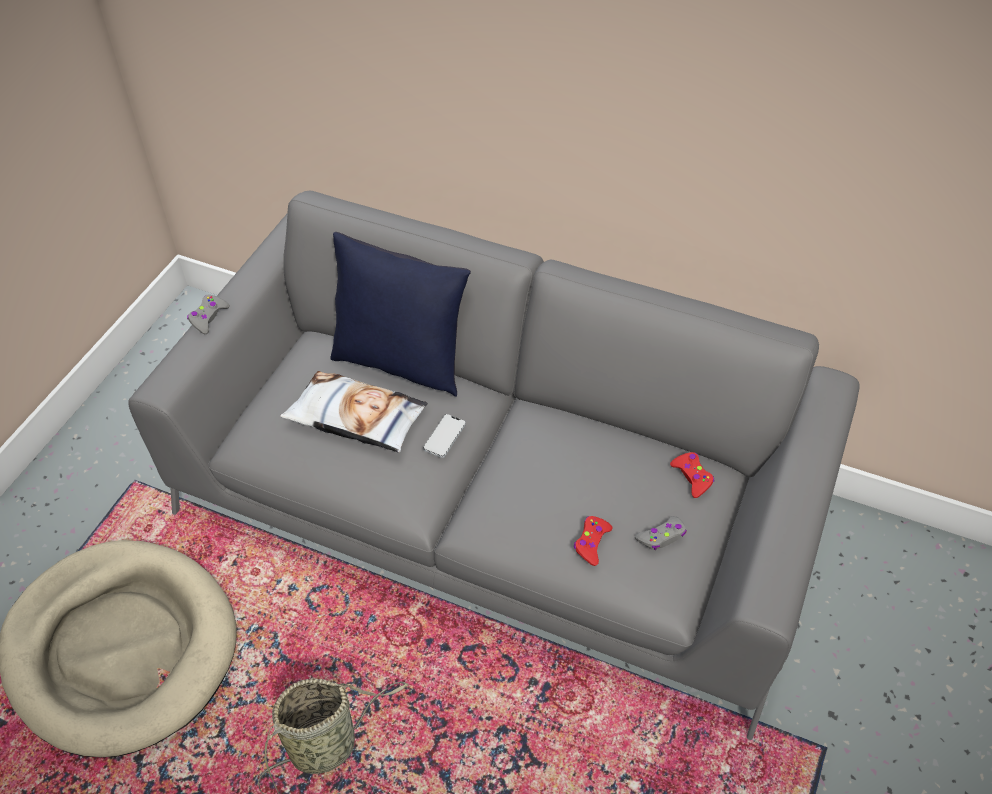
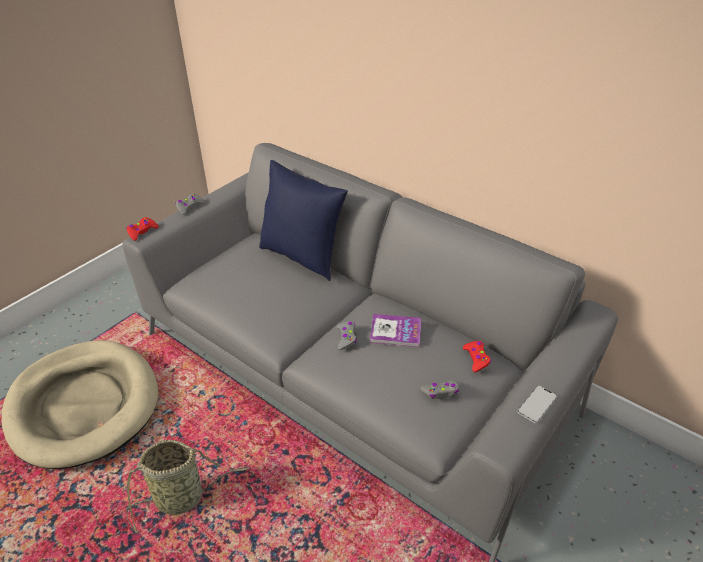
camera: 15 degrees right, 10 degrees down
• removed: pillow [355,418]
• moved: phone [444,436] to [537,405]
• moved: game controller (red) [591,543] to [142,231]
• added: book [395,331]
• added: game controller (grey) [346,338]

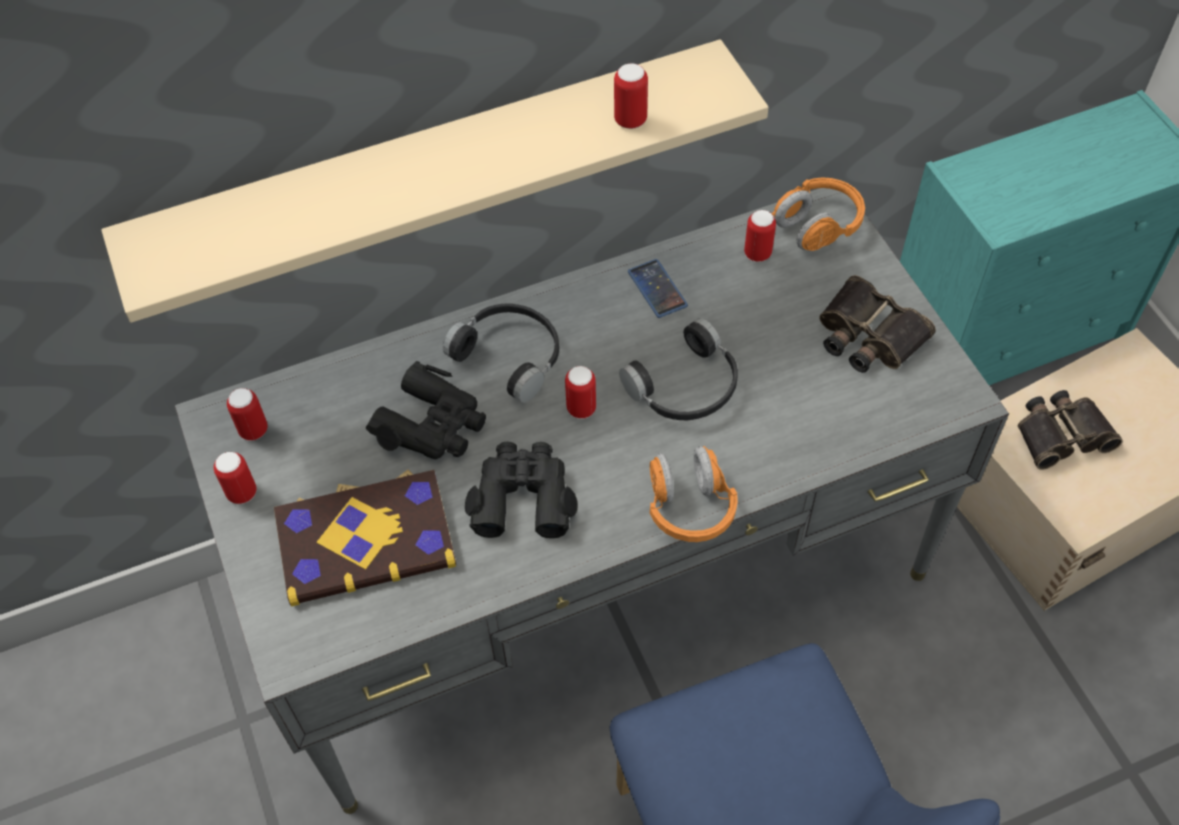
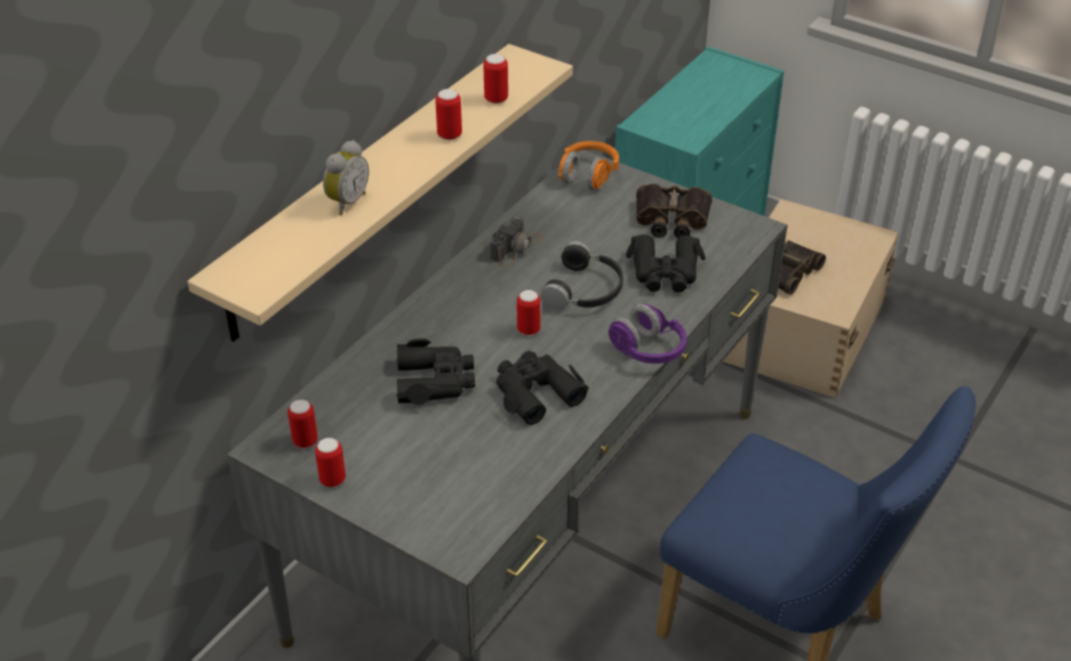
camera: 35 degrees left, 15 degrees down
• moved: can [757,253] to [449,135]
• replaced: phone [657,289] to photo camera [517,247]
• removed: headphones (black) [511,355]
• recoloured: headphones (orange) [689,507] to headphones (purple) [647,350]
• removed: book [365,538]
• added: alarm clock [346,202]
• added: binoculars (black) [665,272]

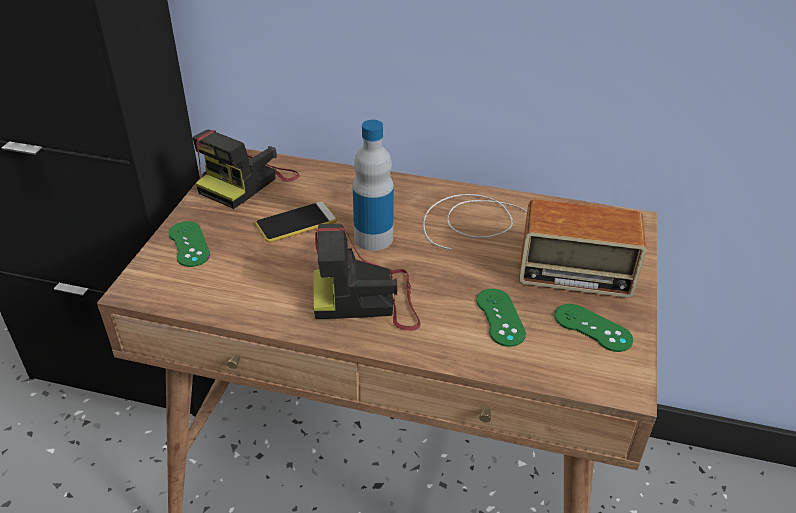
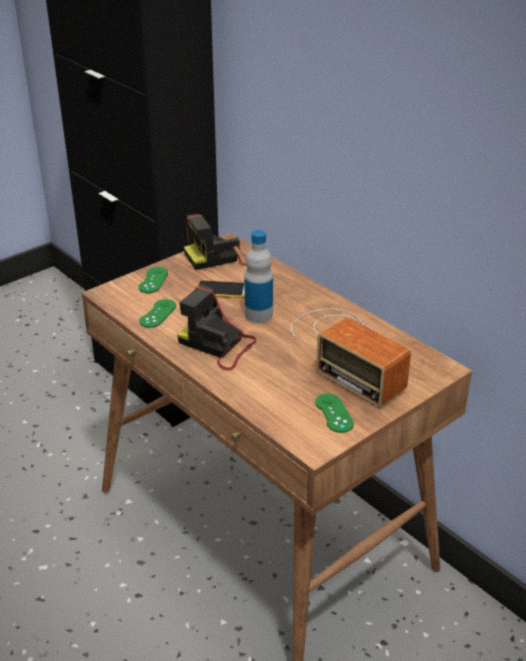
camera: 35 degrees right, 5 degrees down
• moved: game controller (green) [500,317] to [158,314]

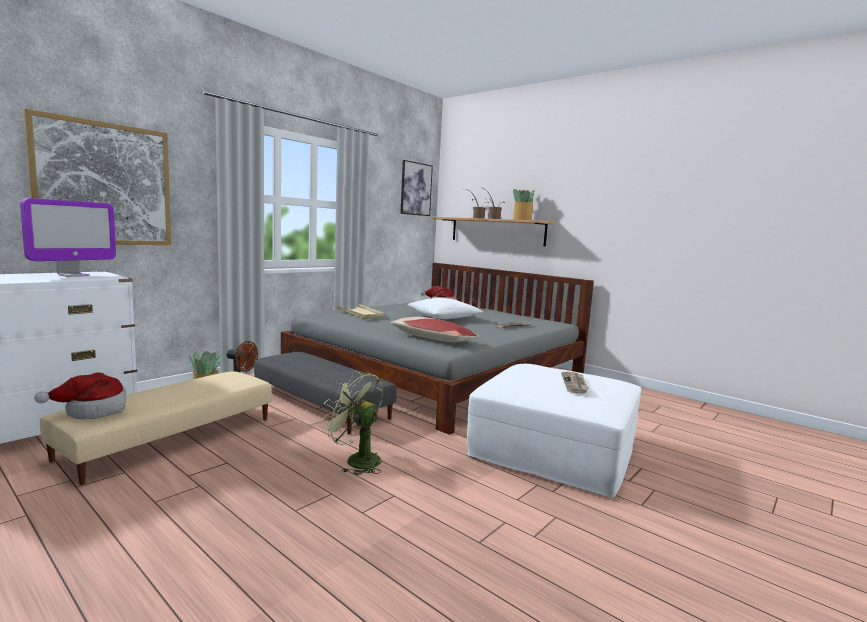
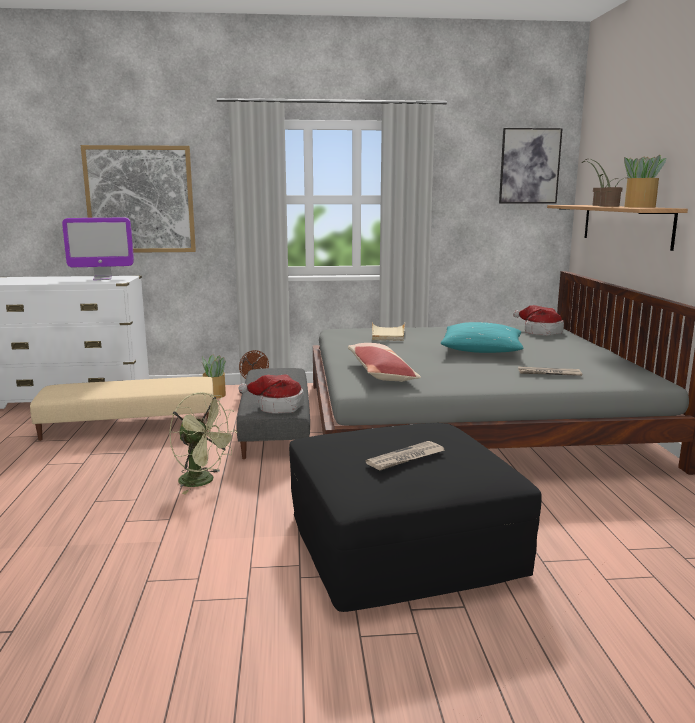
camera: 45 degrees right, 5 degrees up
• recoloured: pillow (white) [444,318] to pillow (turquoise) [481,350]
• recoloured: ottoman (white) [554,449] to ottoman (black) [403,542]
• turned: fan (green) [356,460] = [203,481] 135 degrees clockwise
• moved: hat [93,411] to [277,407]

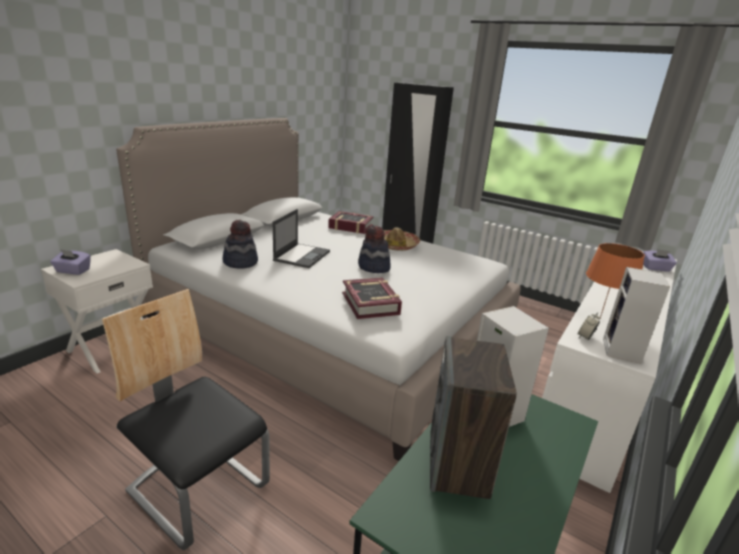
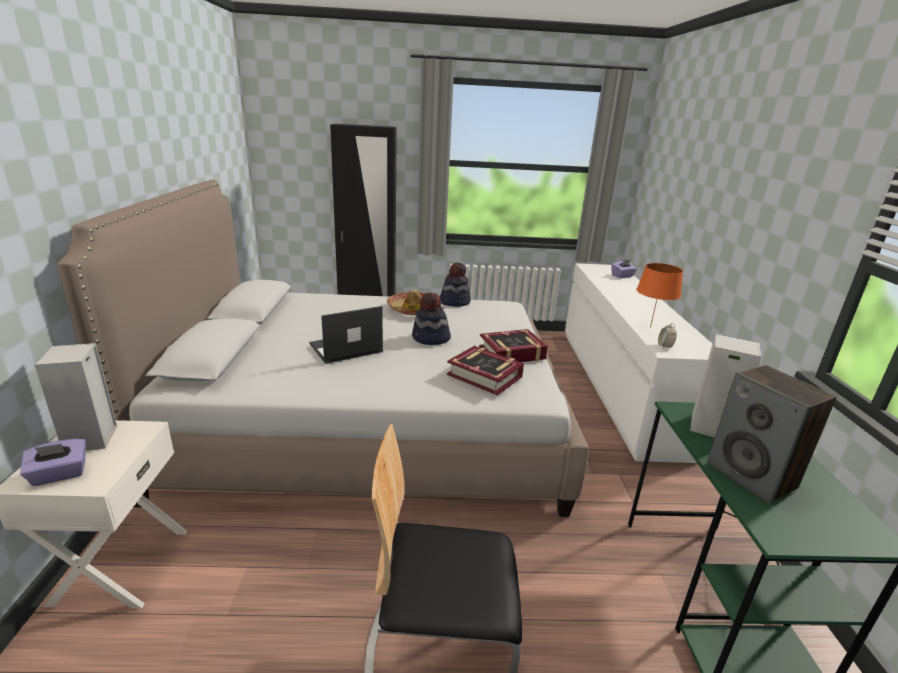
camera: 35 degrees left, 0 degrees up
• turned: laptop [302,255] = [345,348] 105 degrees counterclockwise
• moved: book [350,227] to [512,353]
• moved: hat [240,262] to [454,302]
• moved: speaker [622,351] to [91,440]

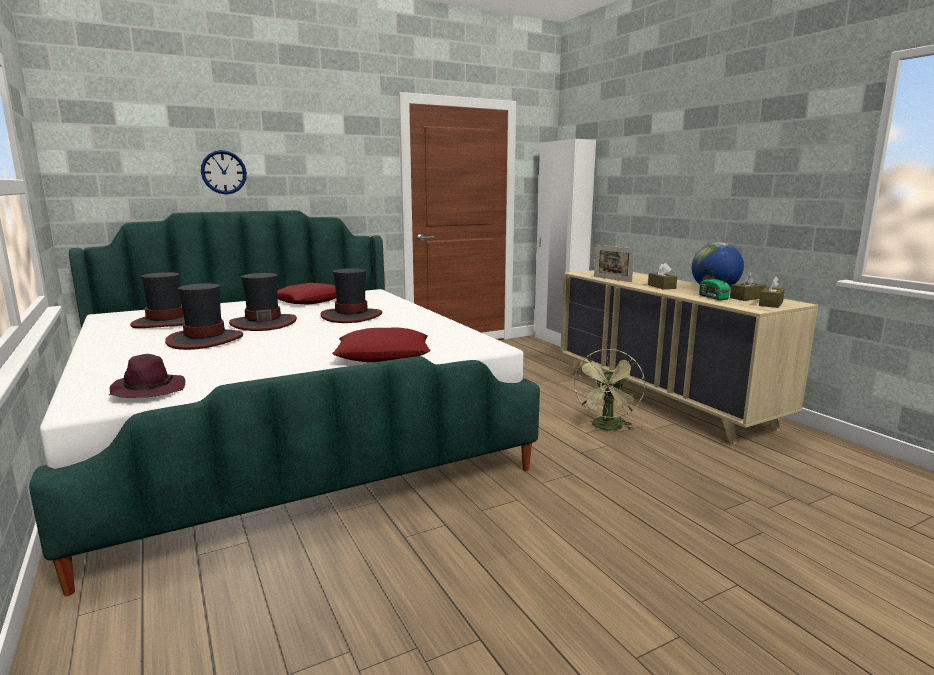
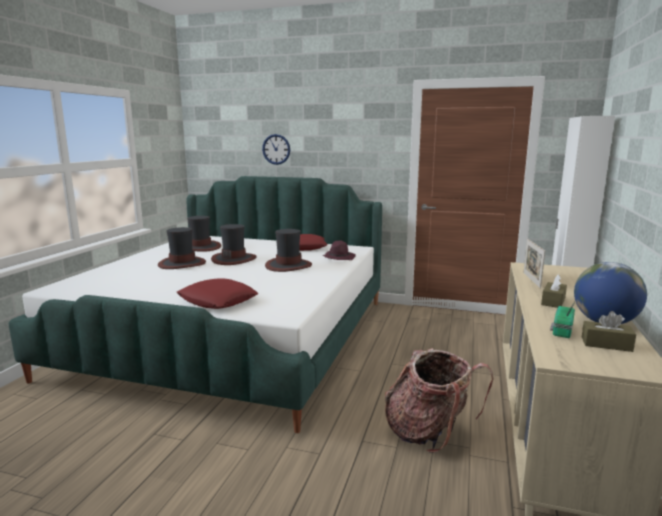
camera: 45 degrees right, 0 degrees up
• removed: tissue box (brown) [770,304]
• replaced: fan (green) [607,428] to backpack [429,432]
• moved: hat (purple) [147,391] to [339,257]

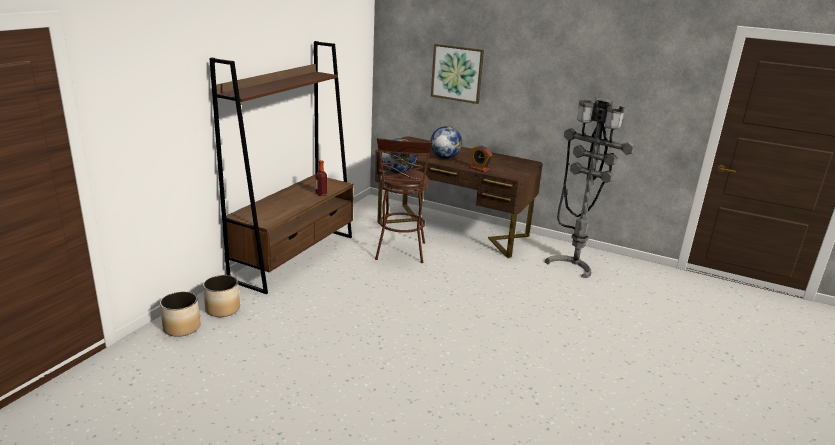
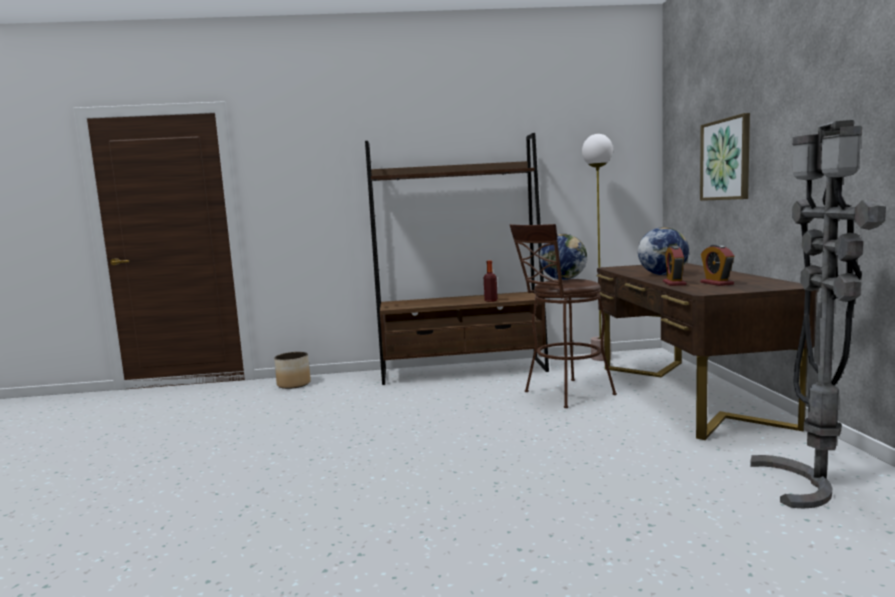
camera: 60 degrees right, 15 degrees down
• removed: planter [223,309]
• added: floor lamp [601,358]
• added: alarm clock [716,283]

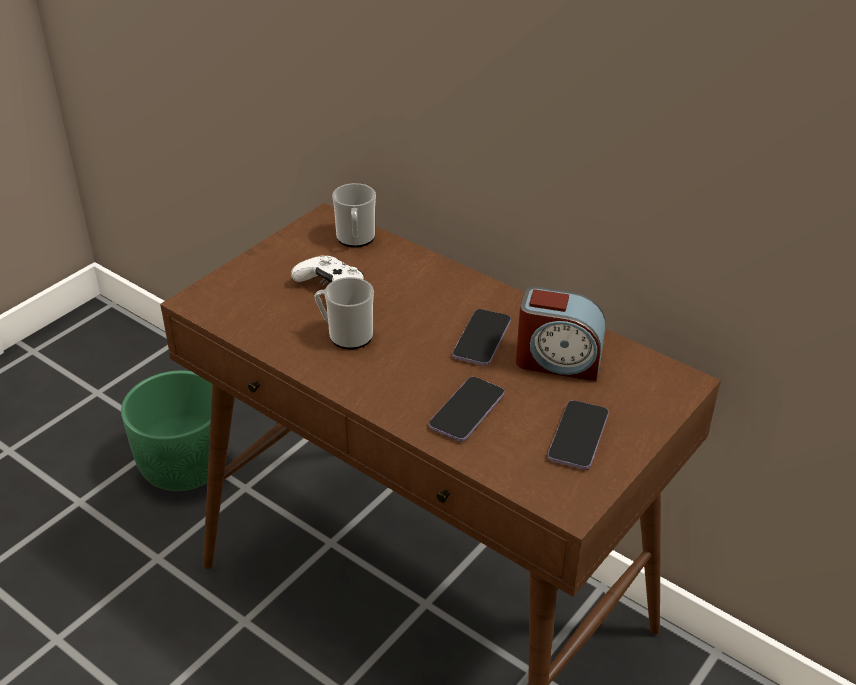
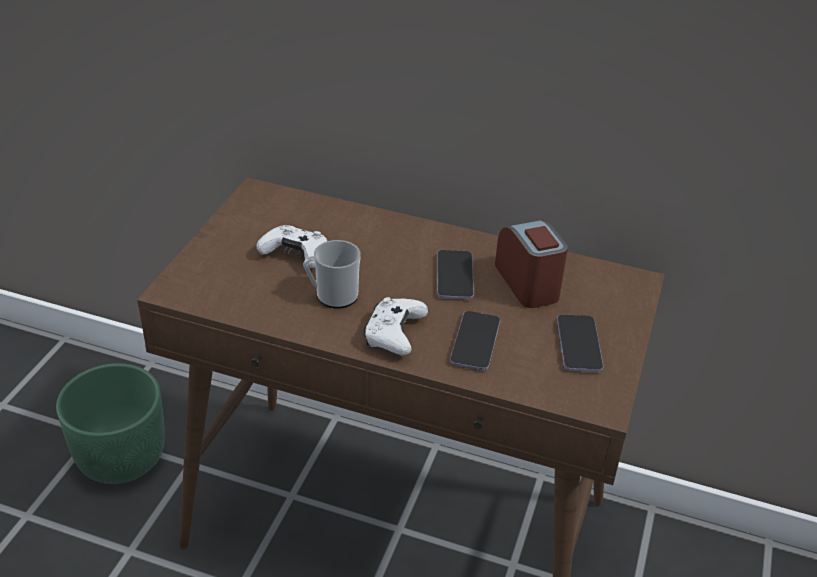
camera: 20 degrees left, 0 degrees up
• removed: mug [355,239]
• turned: alarm clock [558,361] = [528,283] 105 degrees counterclockwise
• added: game controller (white) [394,335]

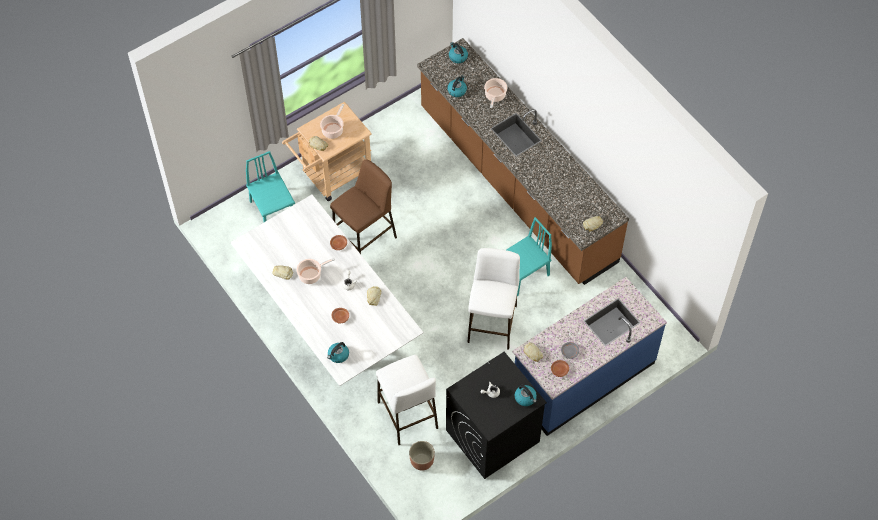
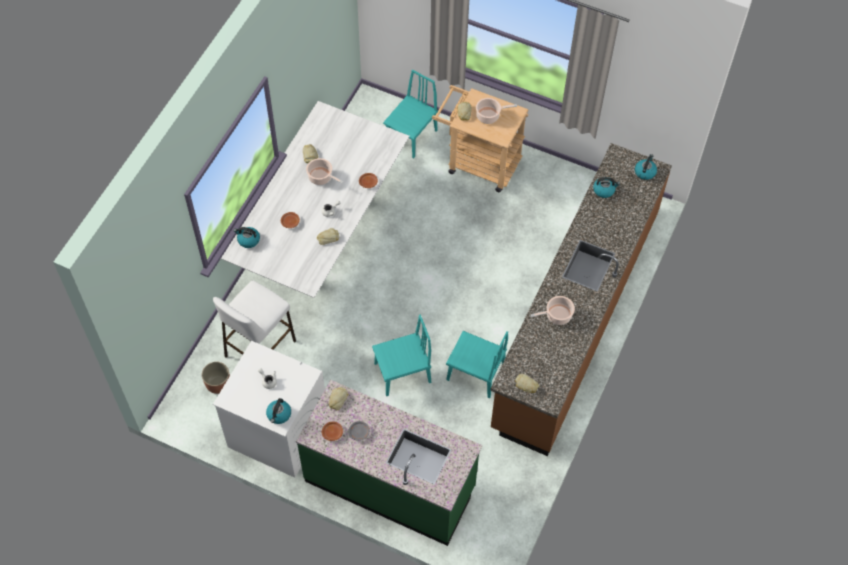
camera: 60 degrees right, 0 degrees up
• moved: cooking pot [495,96] to [557,315]
• removed: stool (brown) [365,238]
• replaced: stool (white) [492,323] to chair (turquoise) [402,373]
• recoloured: counter (blue) [582,377] to counter (green) [390,483]
• recoloured: washing machine (black) [492,436] to washing machine (white) [277,432]

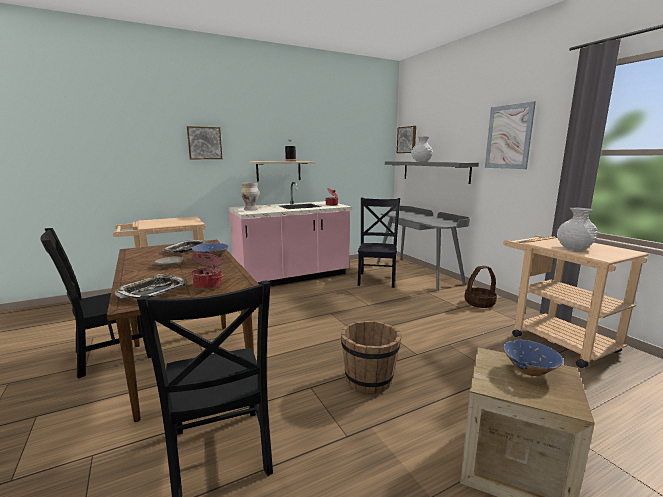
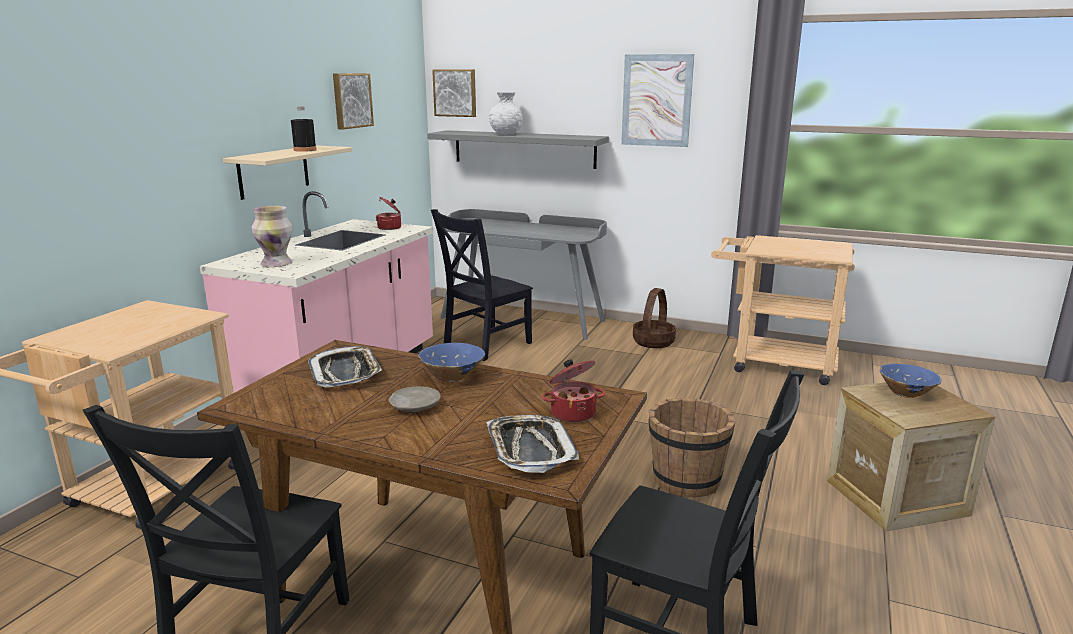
camera: 40 degrees left, 5 degrees up
• moved: picture [204,143] to [351,100]
• turned: chair (black) [377,279] = [484,344] 105 degrees counterclockwise
• removed: vase (white) [573,248]

